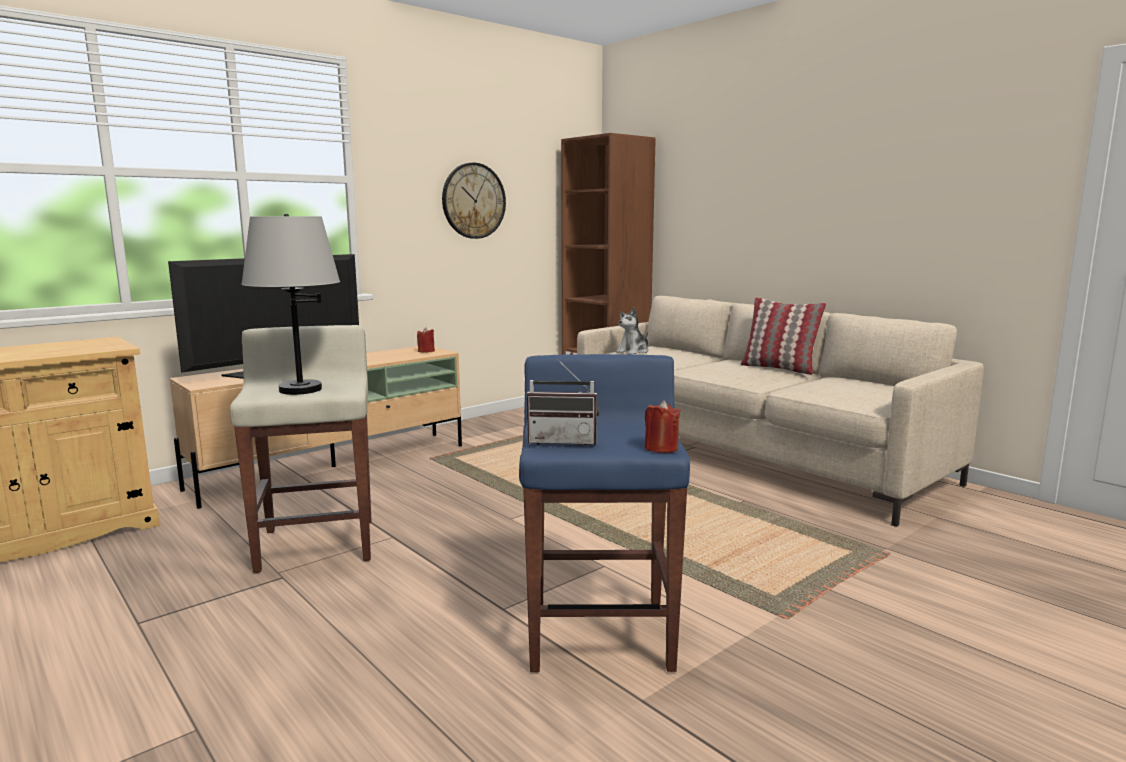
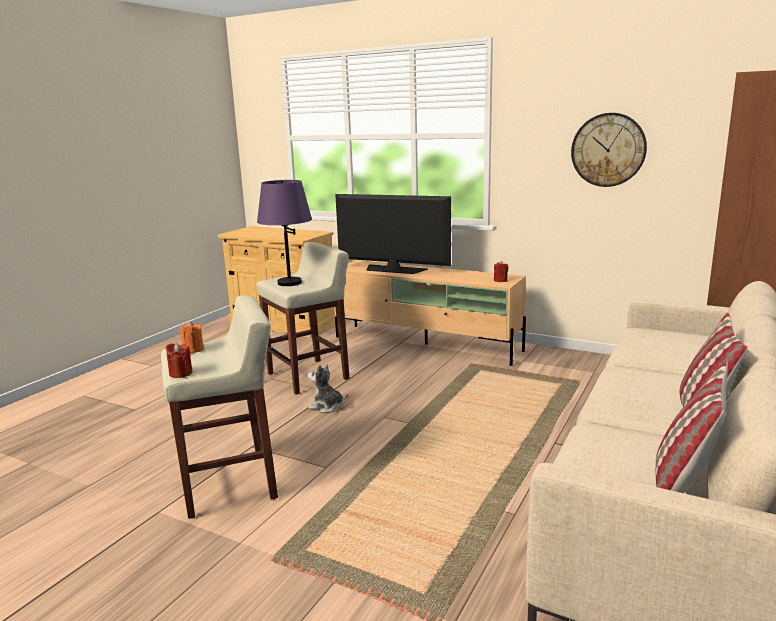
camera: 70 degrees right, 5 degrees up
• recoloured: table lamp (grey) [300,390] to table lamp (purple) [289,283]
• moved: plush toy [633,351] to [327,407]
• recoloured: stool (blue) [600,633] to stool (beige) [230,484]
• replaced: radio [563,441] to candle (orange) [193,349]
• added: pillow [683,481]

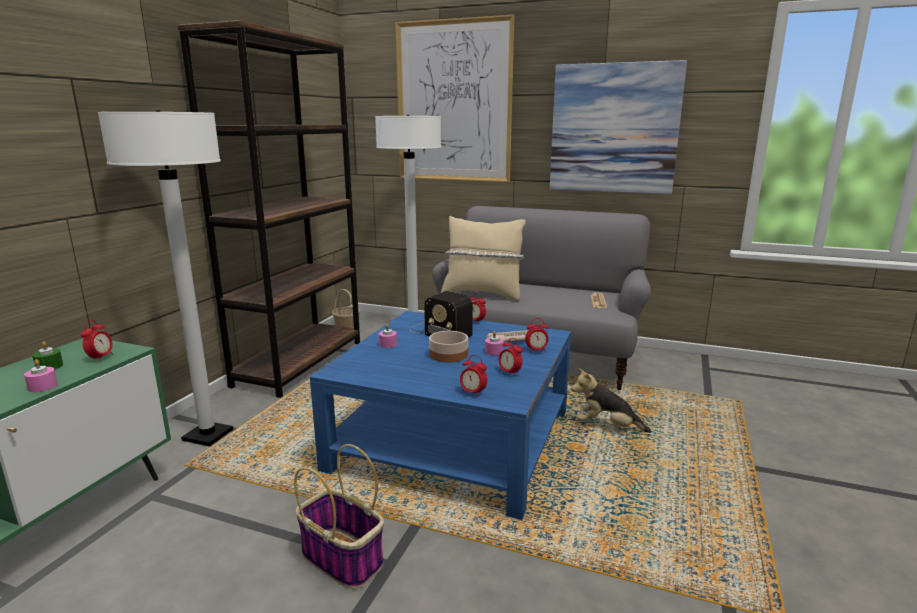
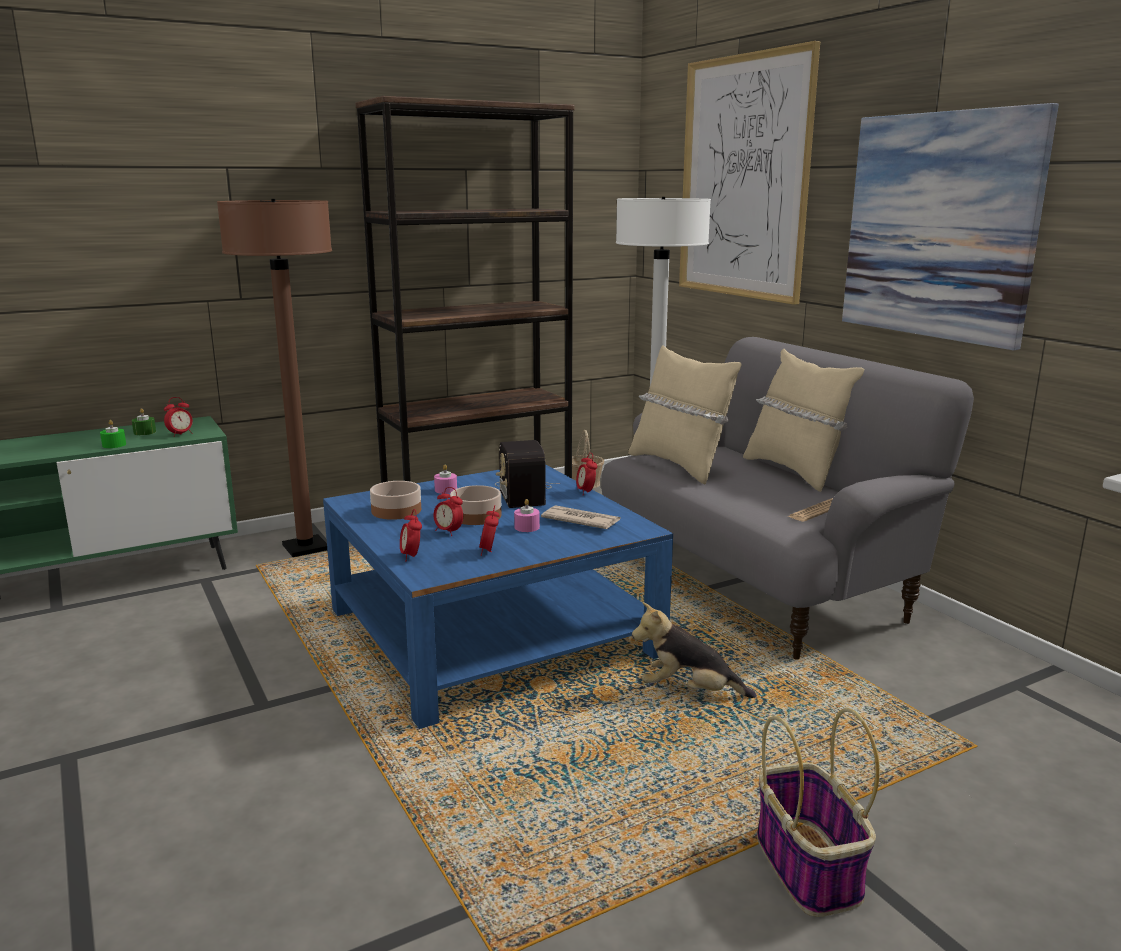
camera: 40 degrees right, 0 degrees up
• recoloured: floor lamp (white) [208,435] to floor lamp (brown) [305,548]
• moved: alarm clock [536,351] to [448,532]
• recoloured: candle (pink) [43,386] to candle (green) [114,445]
• turned: plush toy [607,427] = [689,691] 45 degrees counterclockwise
• moved: basket [344,559] to [809,868]
• added: pillow (beige) [795,471]
• added: bowl [397,511]

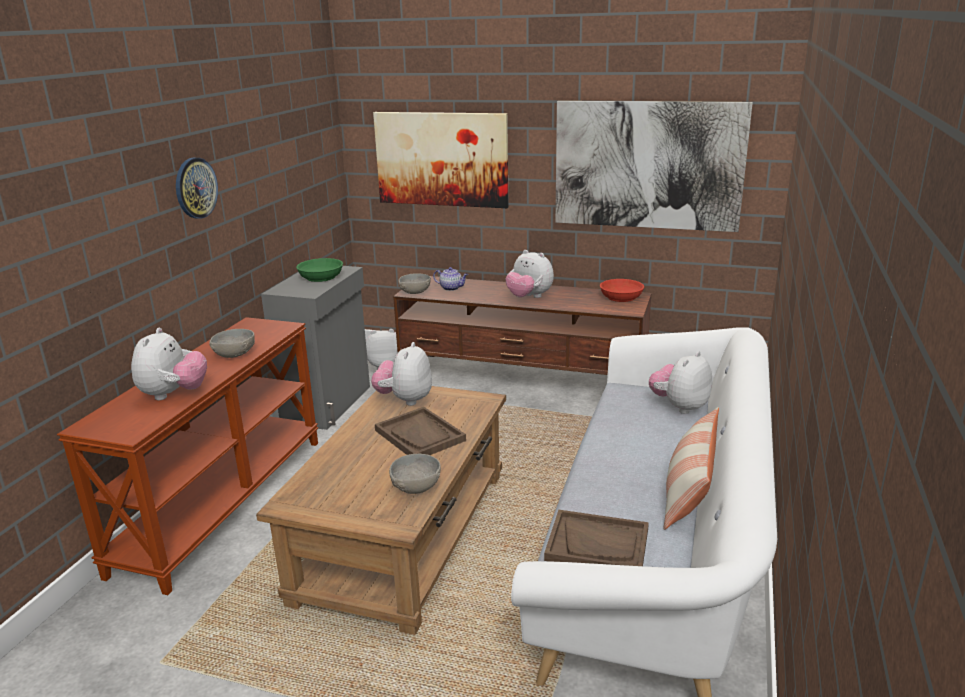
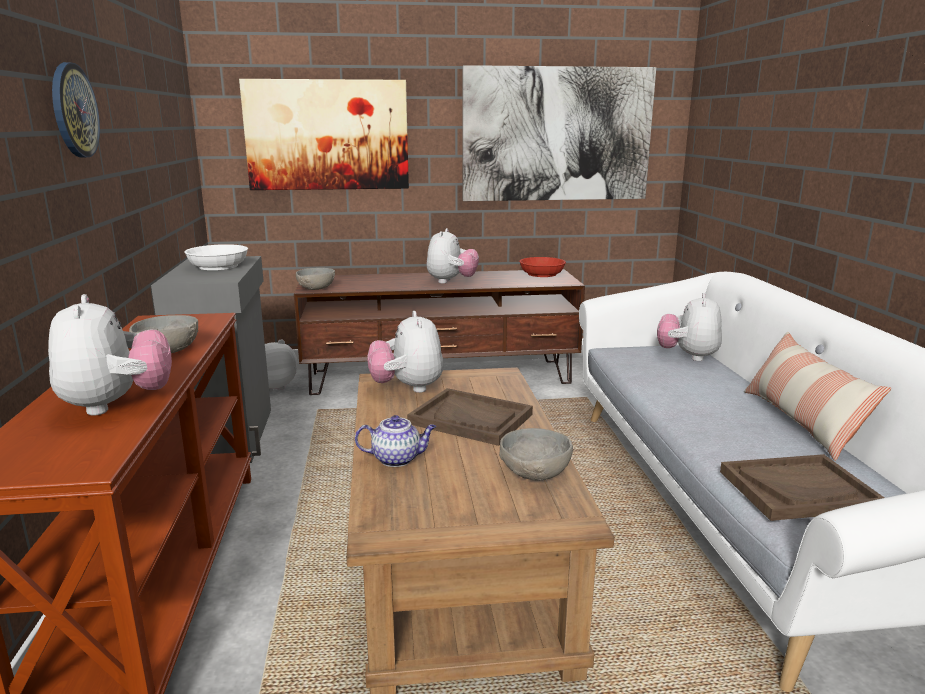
camera: 25 degrees left, 5 degrees down
• turned: plush toy [529,297] = [451,281] 90 degrees counterclockwise
• recoloured: bowl (green) [321,277] to bowl (white) [218,266]
• moved: teapot [451,288] to [397,459]

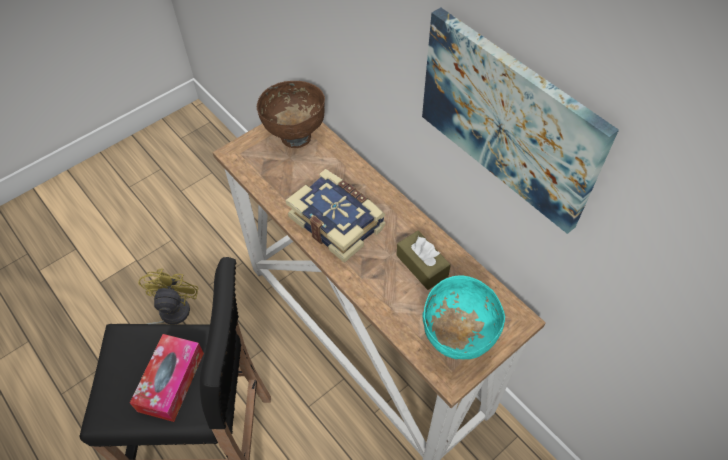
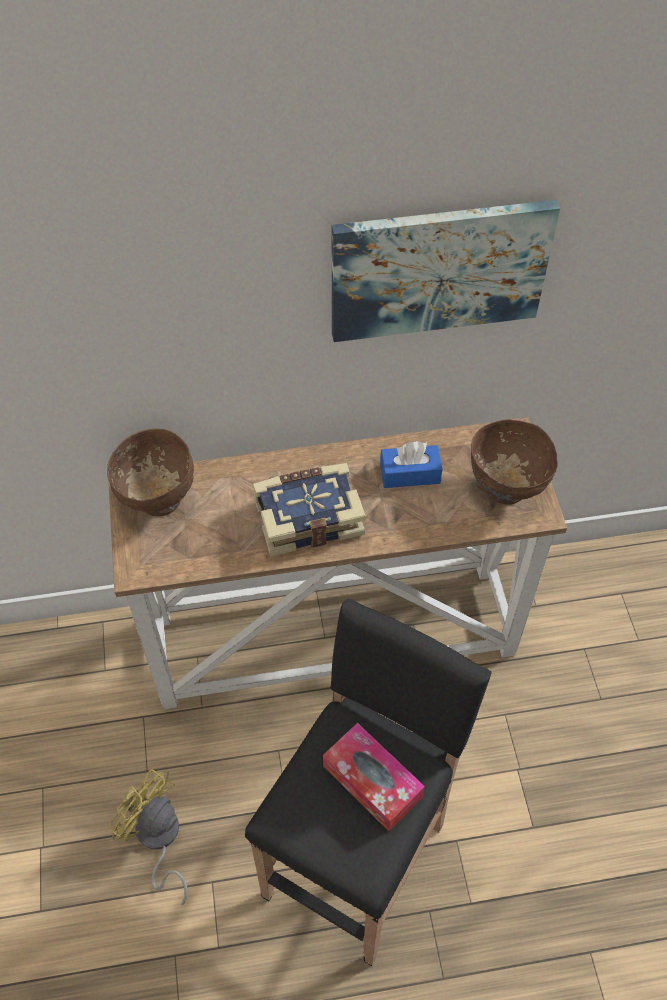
camera: 60 degrees left, 0 degrees up
• recoloured: tissue box (brown) [422,265] to tissue box (blue) [410,474]
• recoloured: bowl (turquoise) [457,339] to bowl (brown) [505,489]

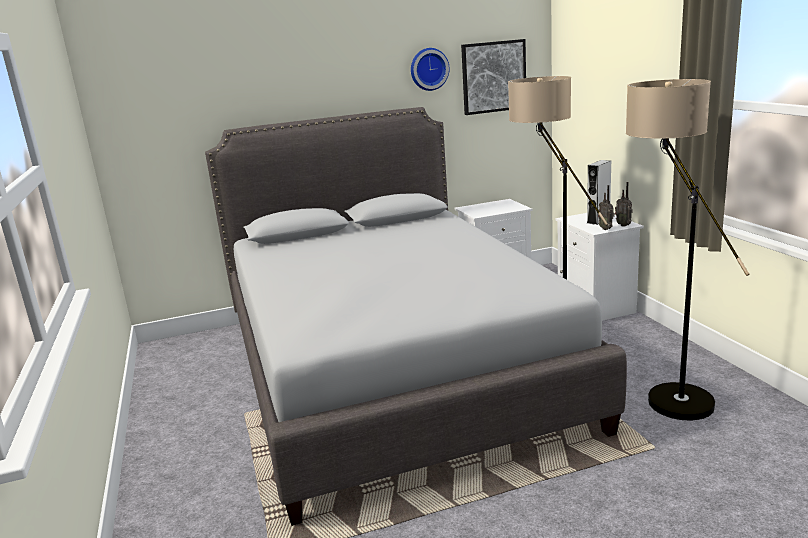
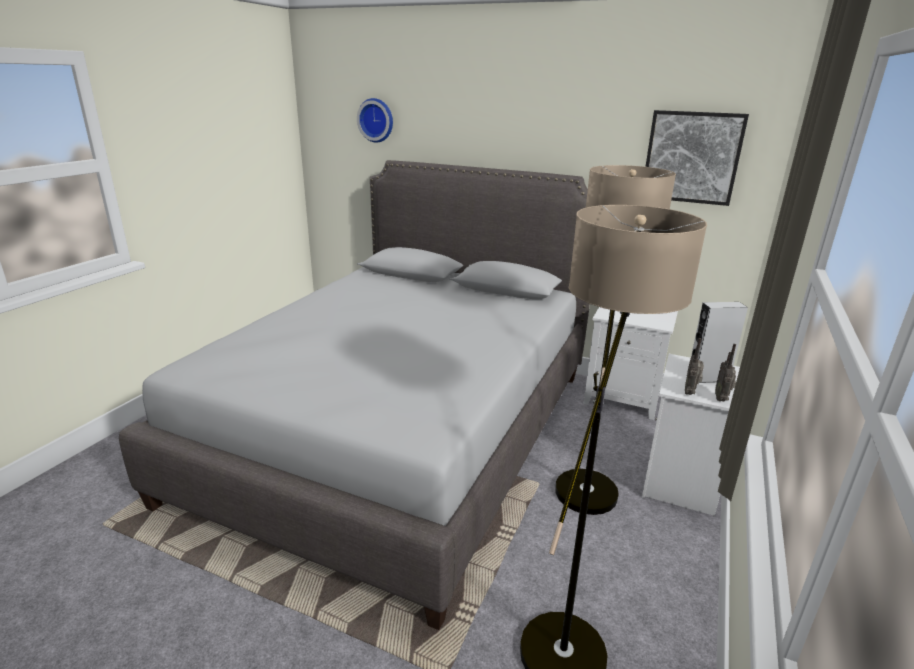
camera: 40 degrees right, 5 degrees up
• moved: wall clock [428,69] to [376,120]

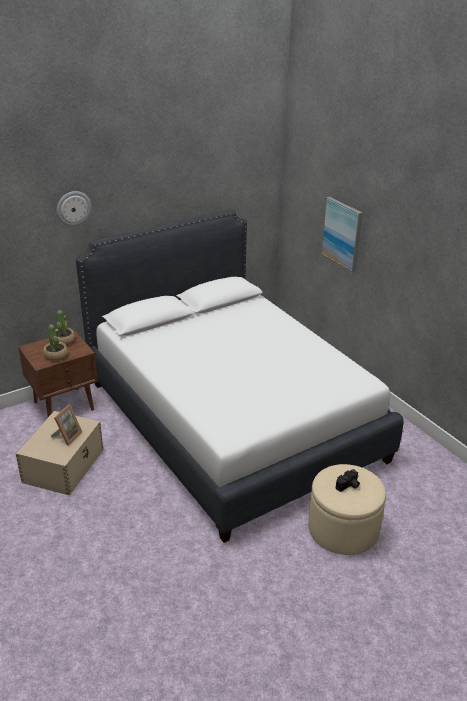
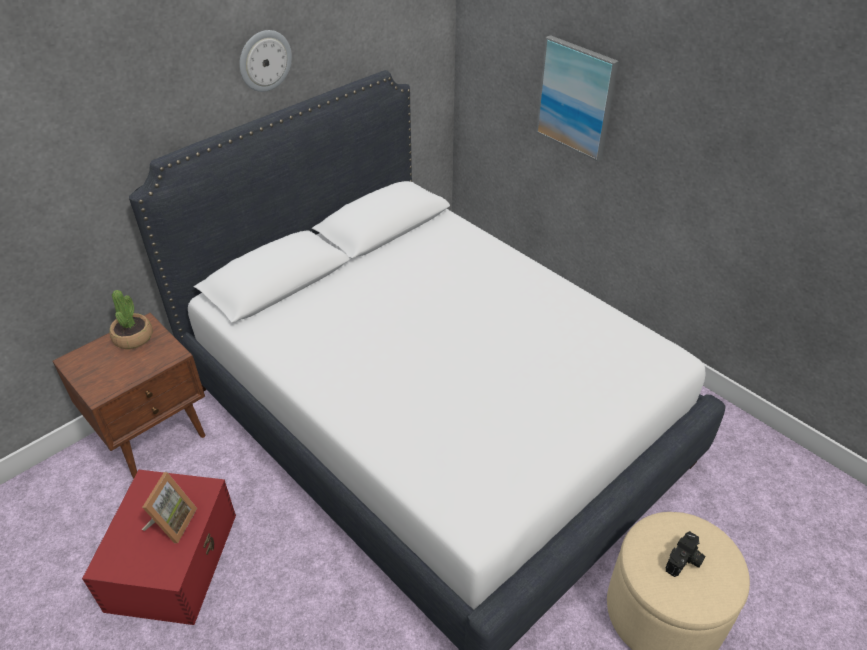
camera: 10 degrees left, 10 degrees up
• moved: wall clock [73,208] to [264,60]
• removed: potted plant [56,355]
• recoloured: storage box (beige) [64,465] to storage box (red) [174,560]

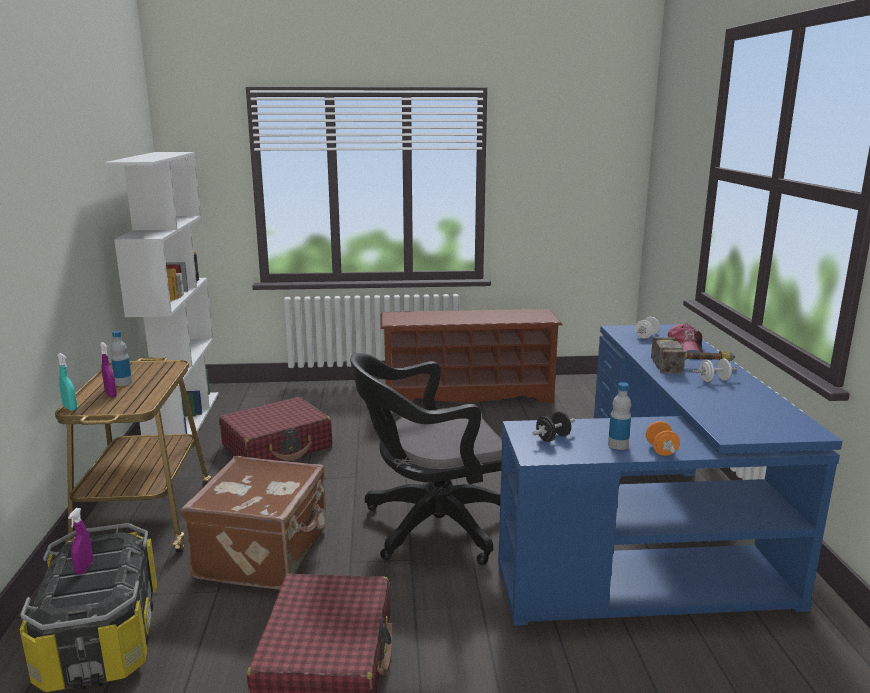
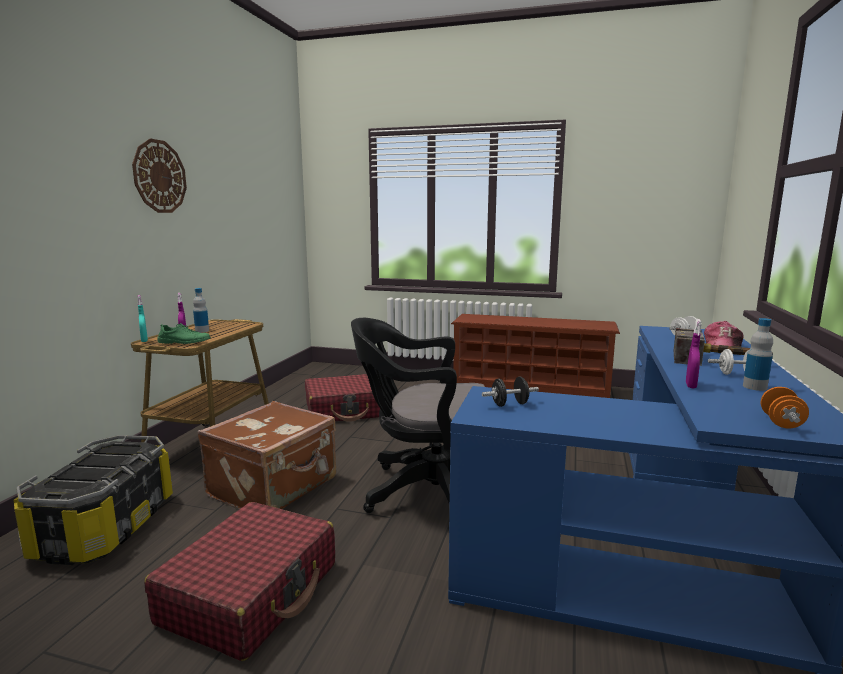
camera: 20 degrees right, 5 degrees down
• removed: bookcase (white) [183,420]
• moved: bottle [618,445] to [754,387]
• moved: dumbbell (orange) [661,450] to [781,422]
• moved: spray bottle (purple) [84,568] to [690,385]
• added: wall clock [159,176]
• added: shoe (green) [184,342]

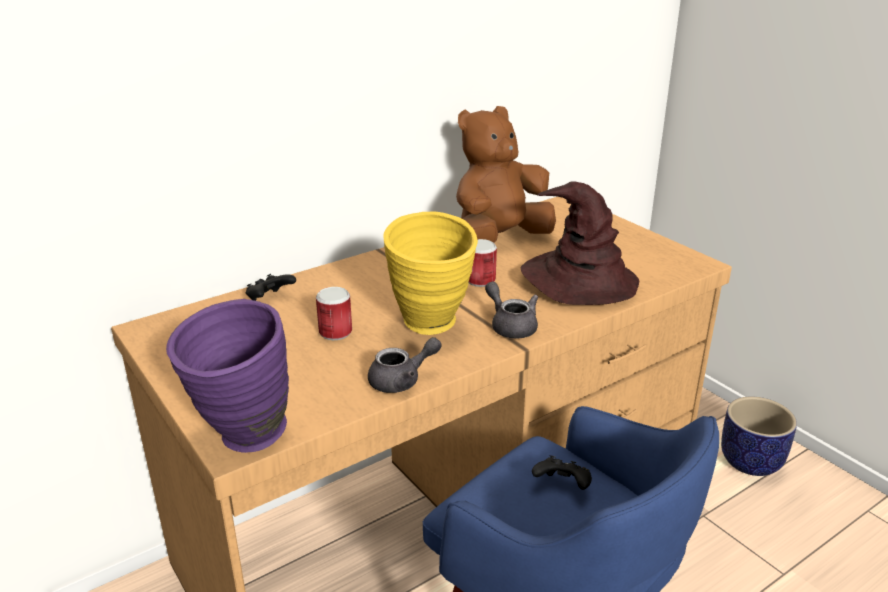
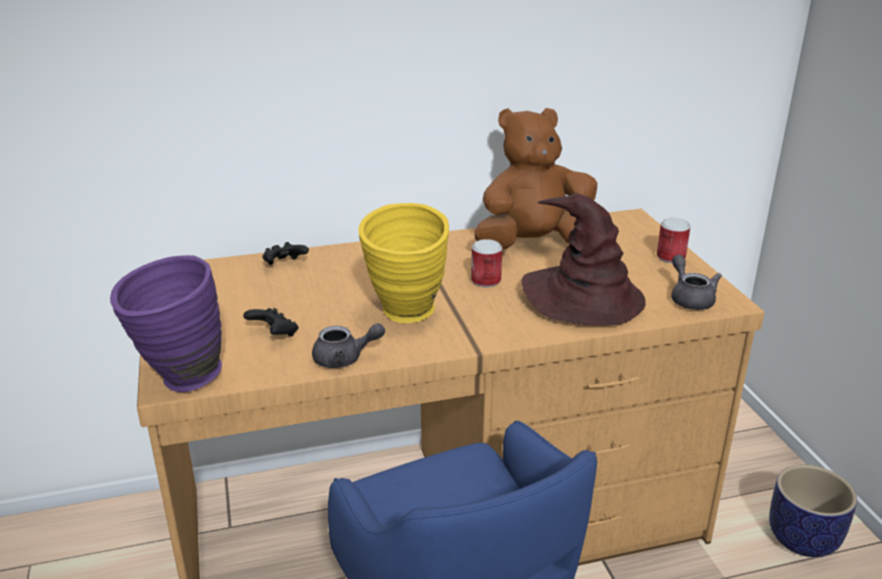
camera: 20 degrees right, 0 degrees up
• moved: teapot (grey) [511,326] to [690,298]
• moved: can [335,332] to [670,257]
• moved: game controller (black) [562,486] to [274,335]

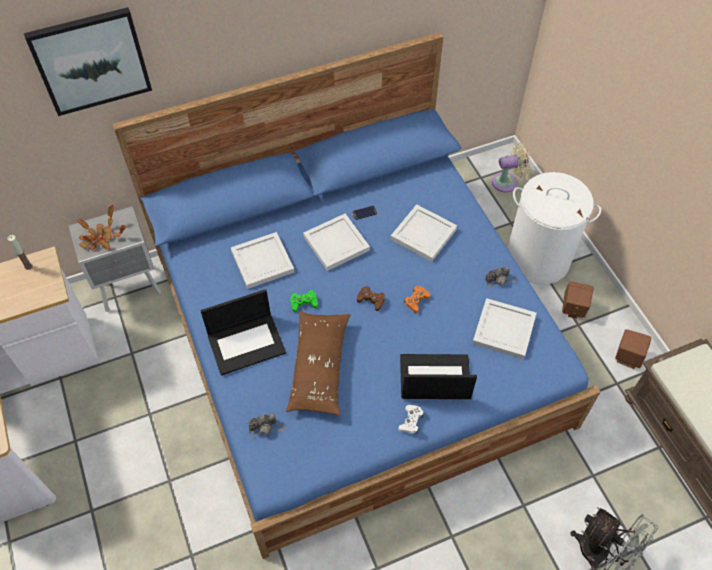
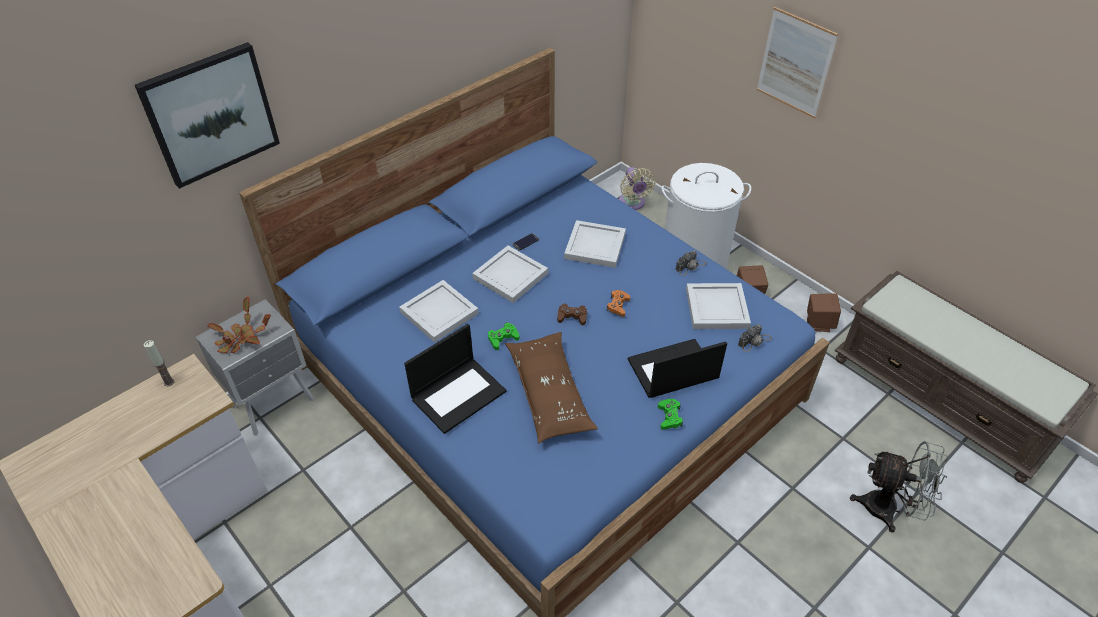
camera: 20 degrees left, 10 degrees down
• turned: fan (beige) [507,182] = [632,204] 105 degrees clockwise
• recoloured: game controller (white) [411,421] to game controller (green) [669,417]
• moved: photo camera [266,427] to [754,341]
• added: picture [795,63]

